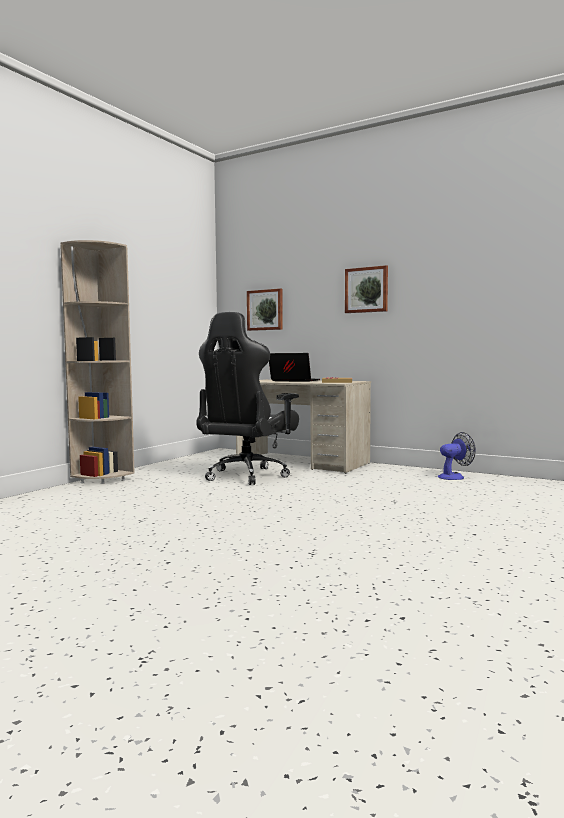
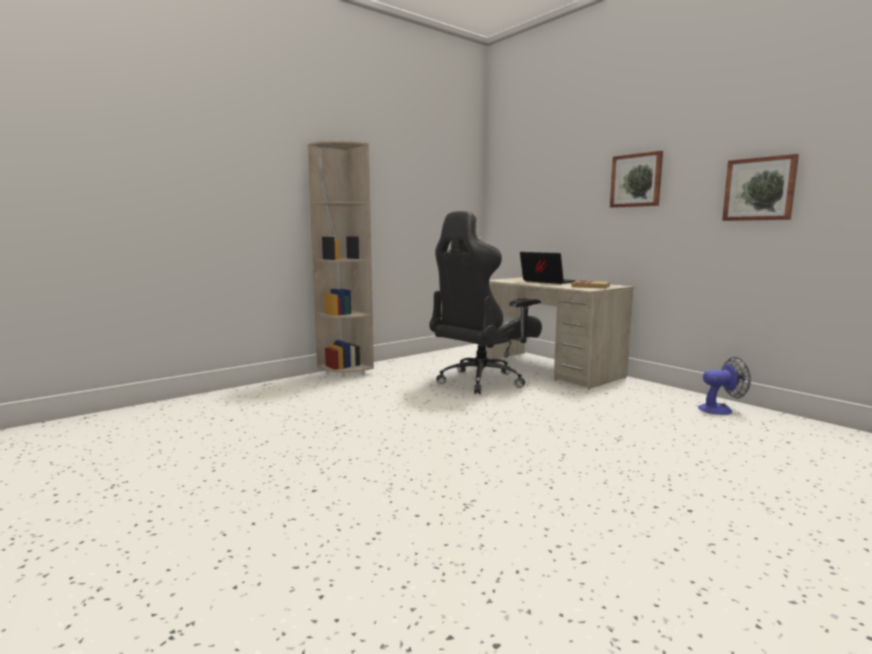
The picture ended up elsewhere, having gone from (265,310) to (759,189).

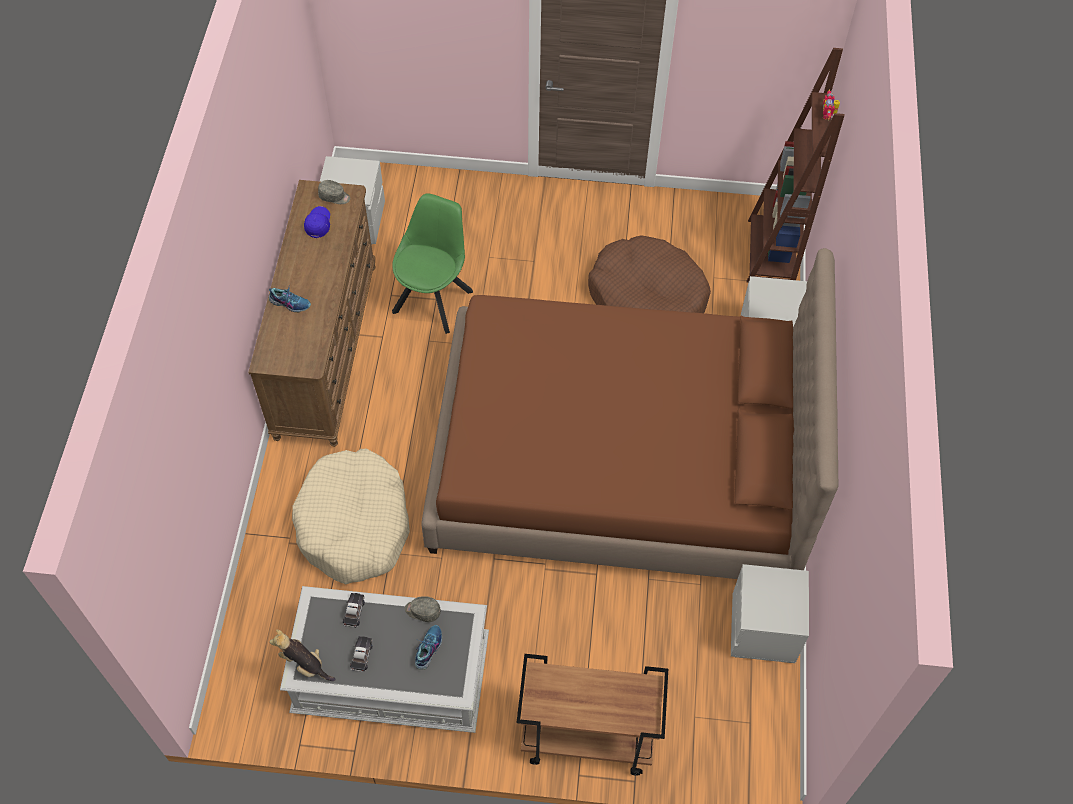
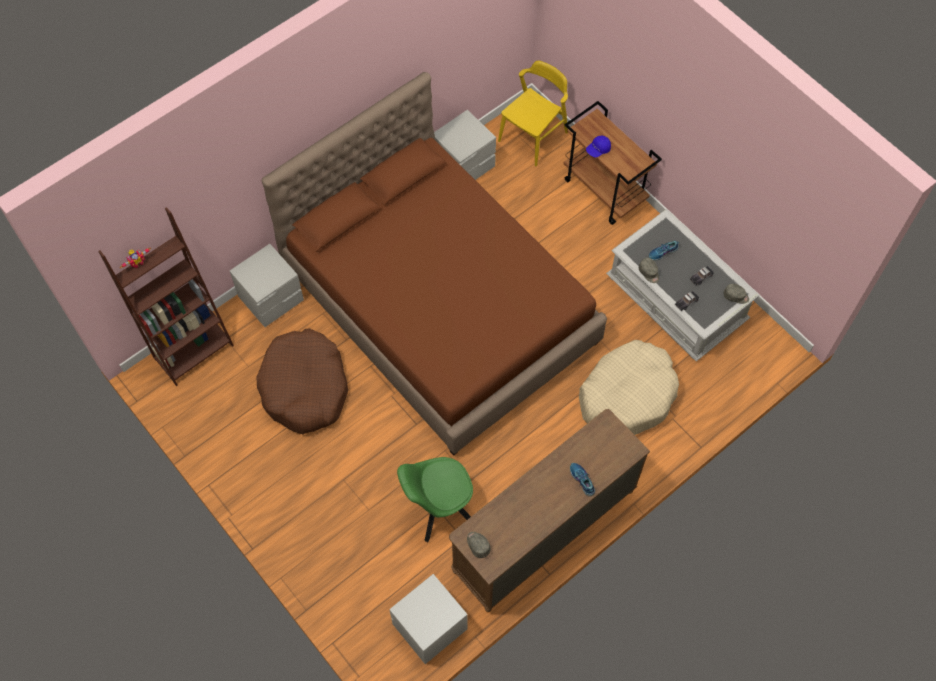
The blue cap ended up elsewhere, having gone from (318,225) to (598,149). Where the plush toy stood at (304,664), the grey cap came to stand at (736,296). The second view gained the yellow chair at (533,137).

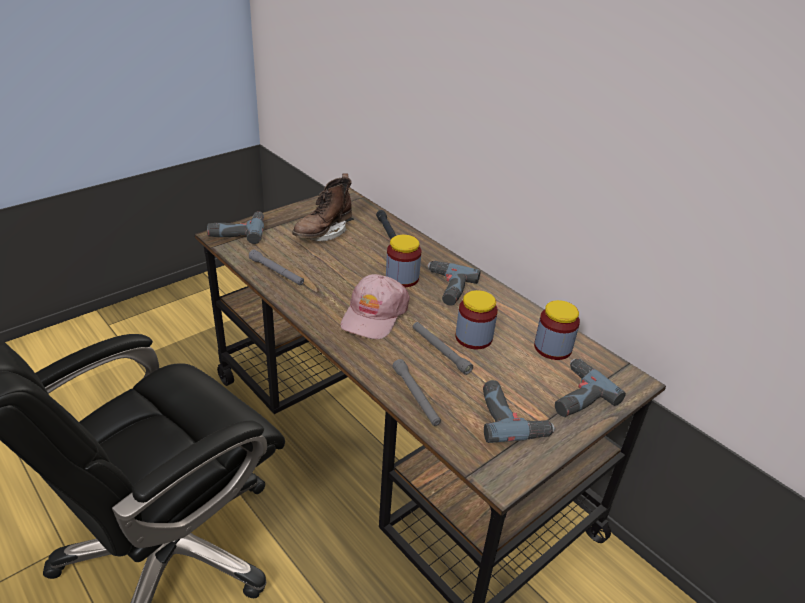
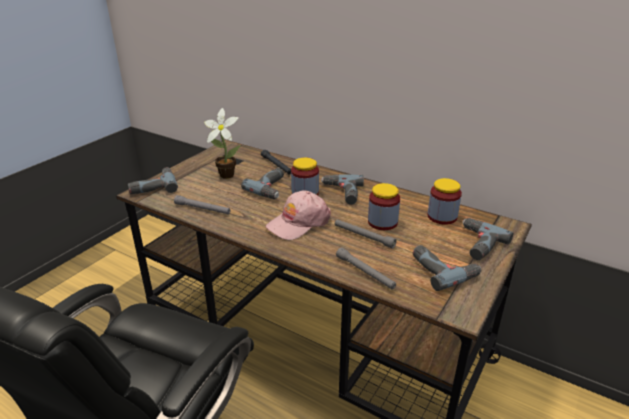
Where the brown boot stood at (323,233), the potted plant came to stand at (225,174). The pink cap at (374,314) ended up facing another way, 45 degrees clockwise from before. The second view gained the power drill at (272,188).

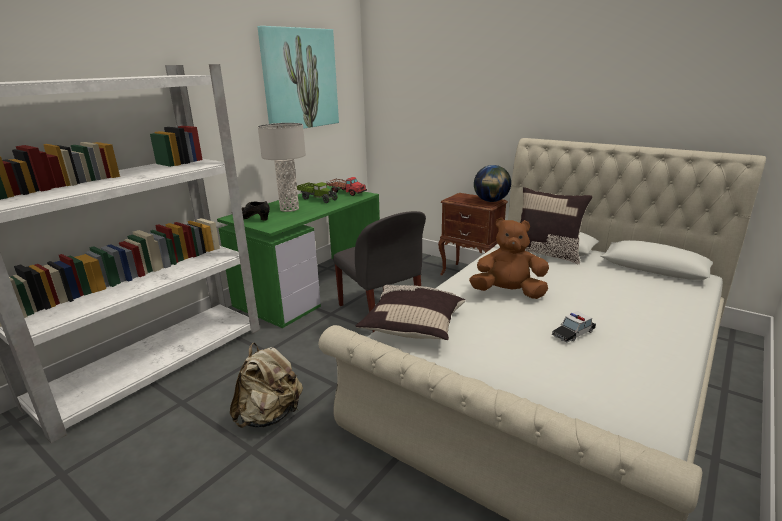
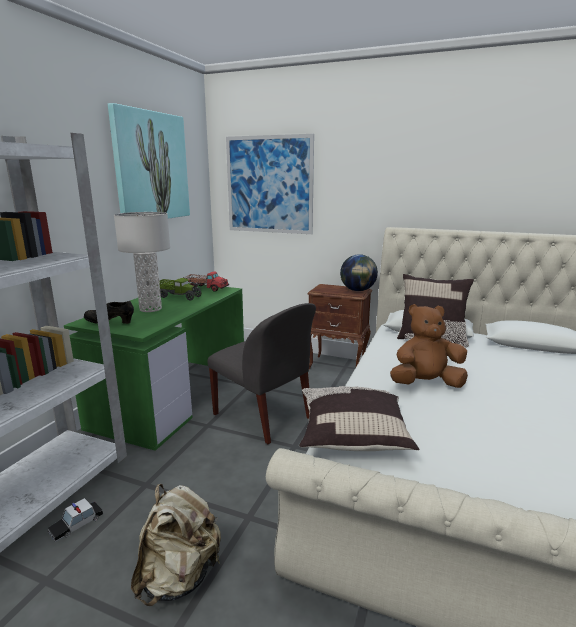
The toy car ended up elsewhere, having gone from (573,333) to (76,525). The second view gained the picture at (269,185).

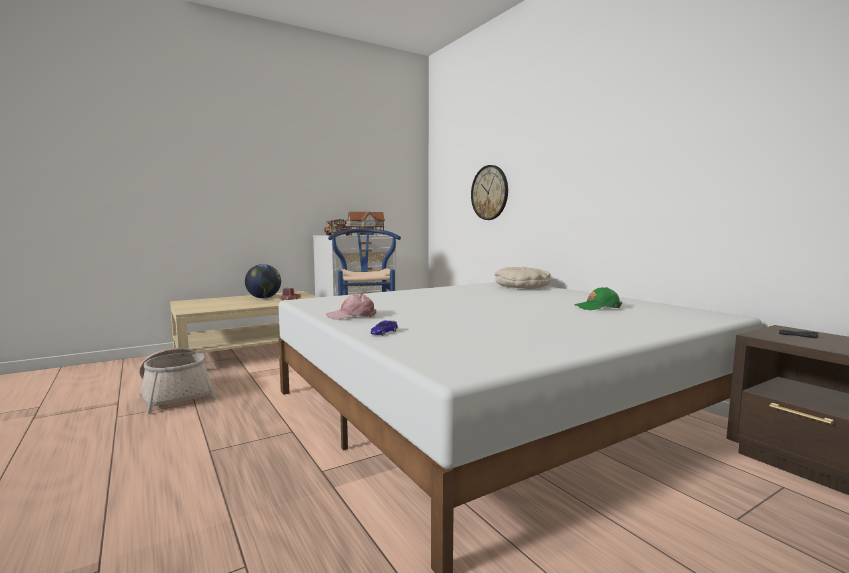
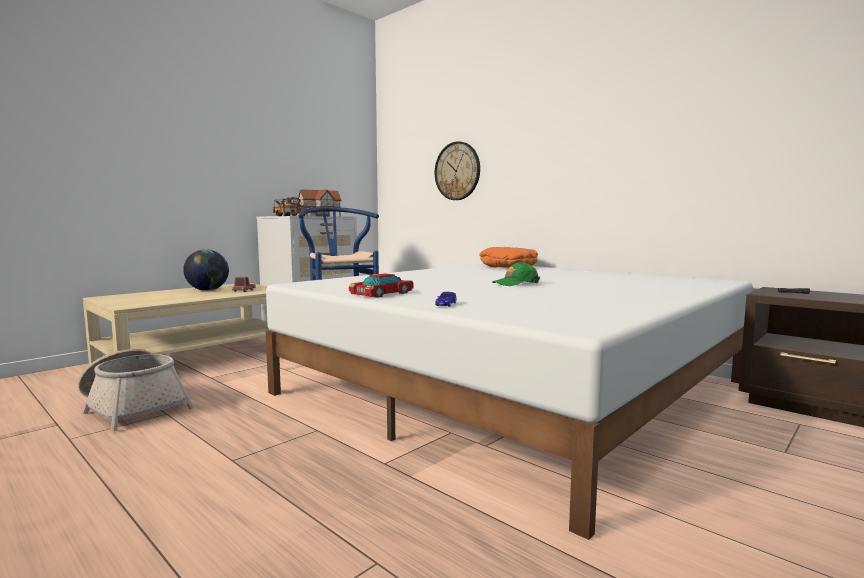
What was the beige pillow at (523,287) turned into the orange pillow at (509,267). The green cap ended up elsewhere, having gone from (597,307) to (516,283). Where the pink cap stood at (352,316), the toy car came to stand at (382,293).

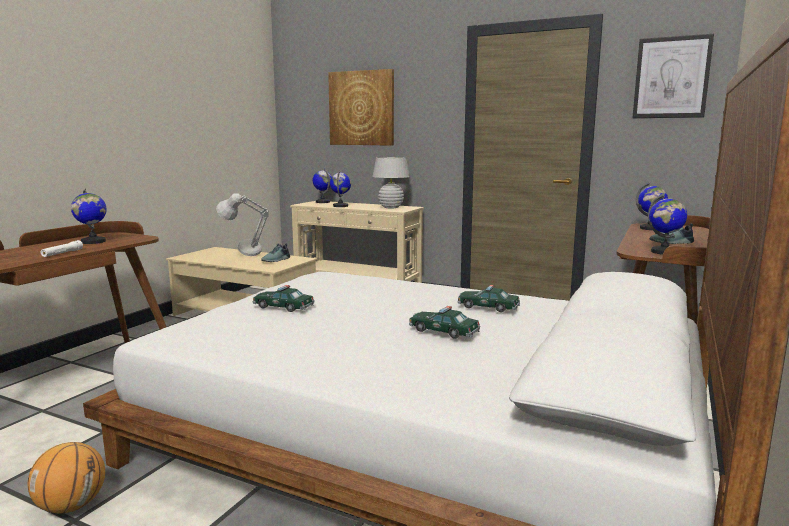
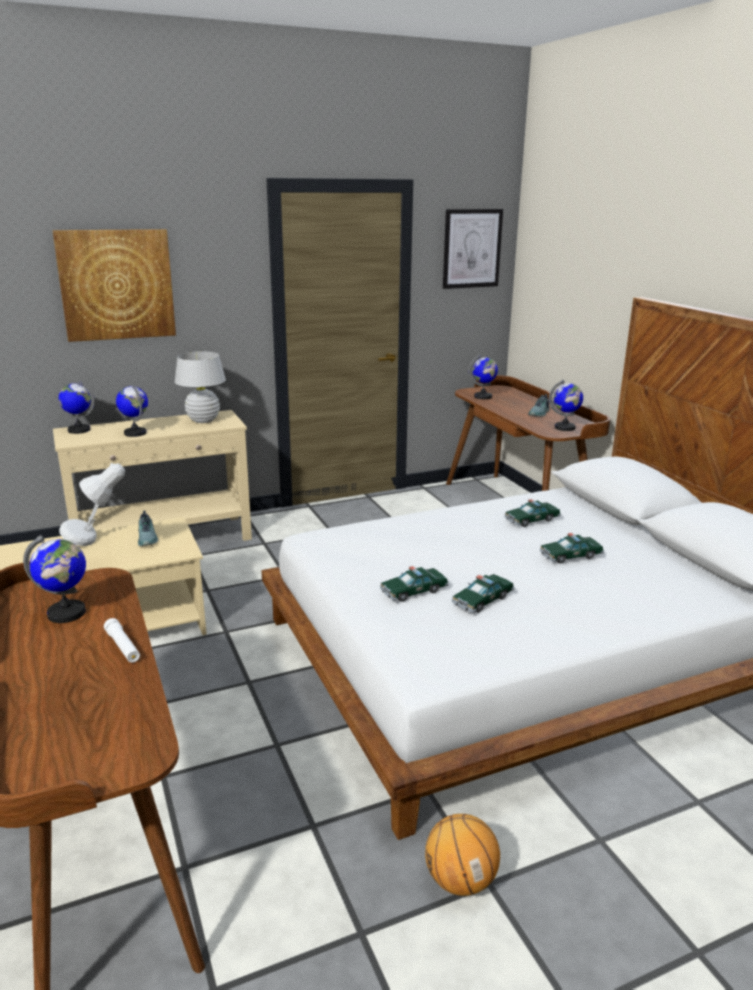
The second view gained the toy car at (482,600).

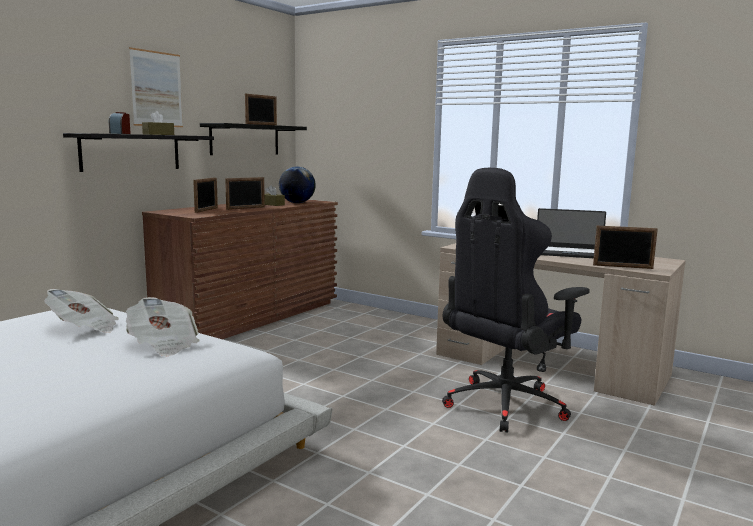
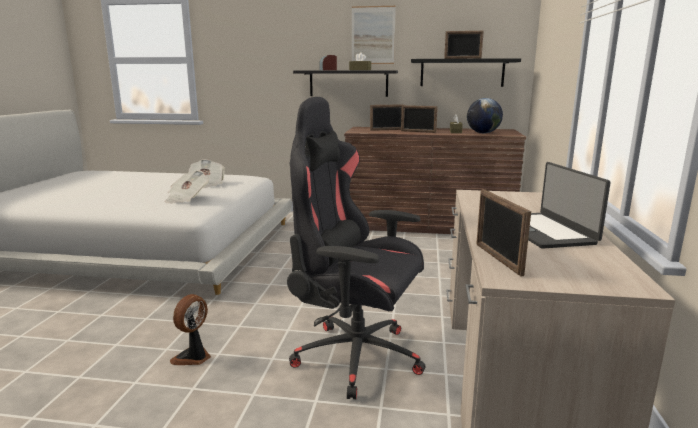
The second view gained the fan at (193,357).

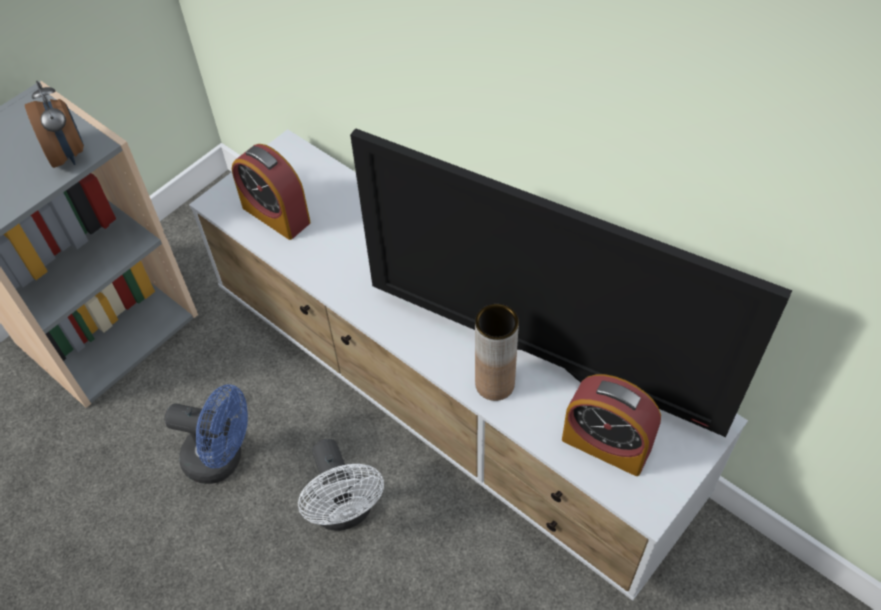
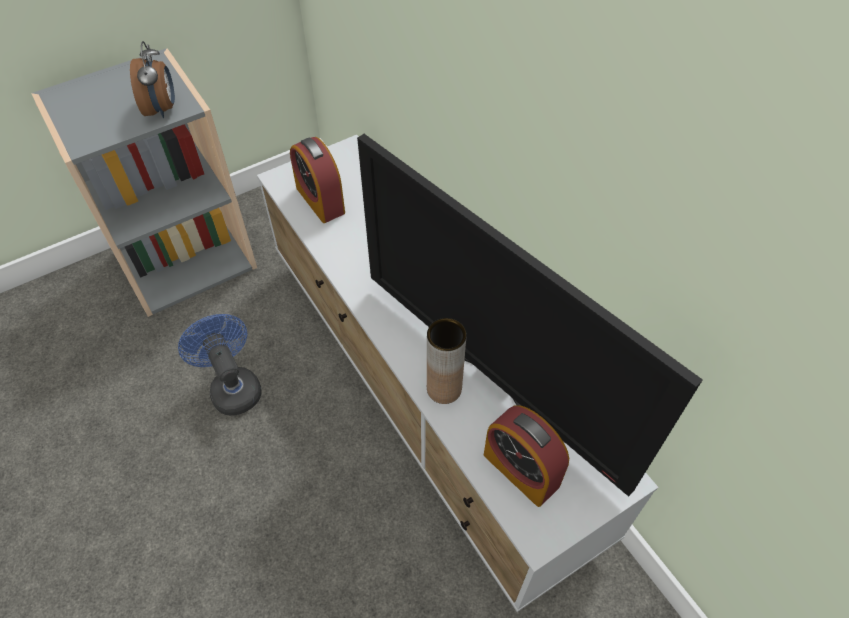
The blue fan at (222,459) ended up facing another way, 150 degrees counterclockwise from before. The second view lost the white fan at (345,512).

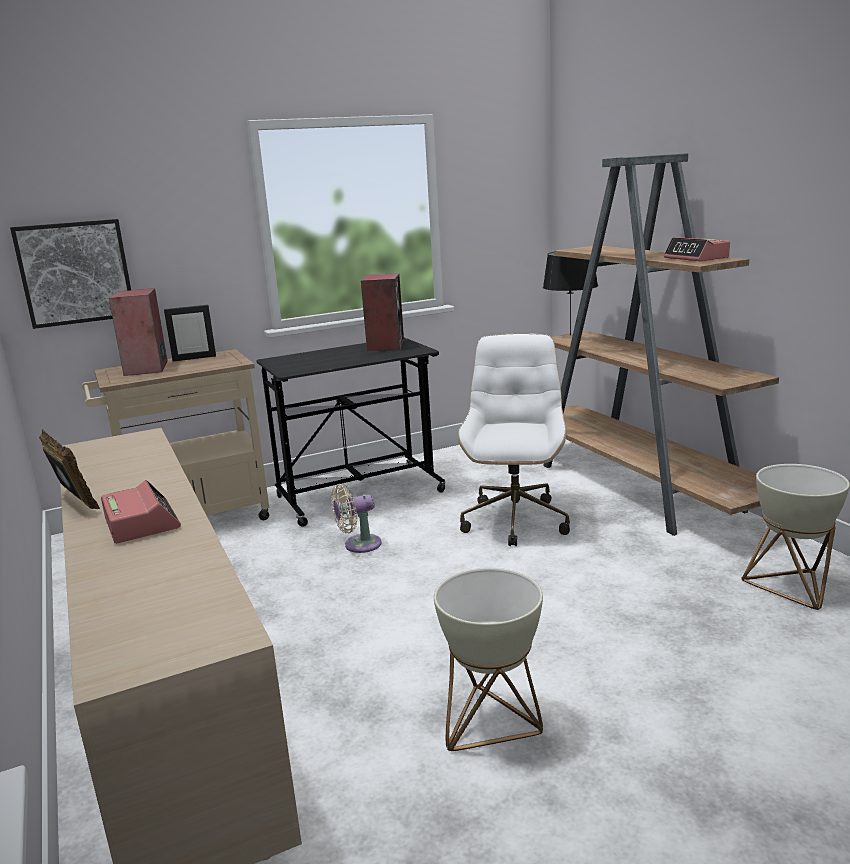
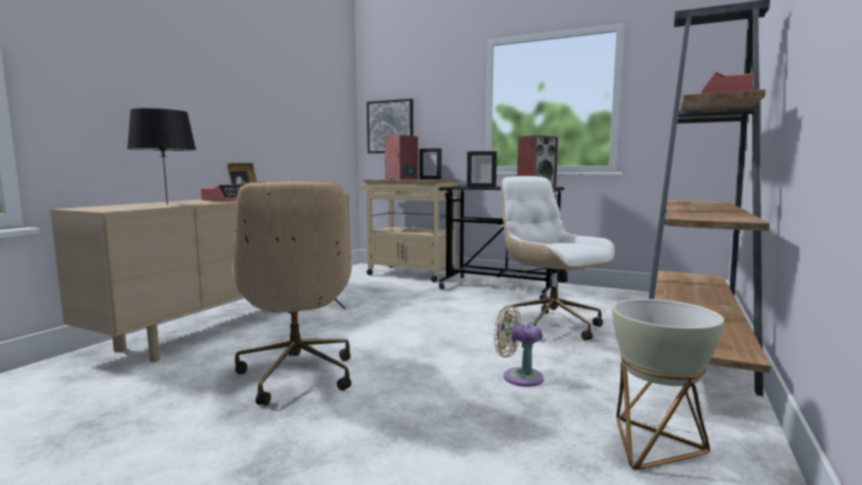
The black table lamp ended up elsewhere, having gone from (570,335) to (167,204). The white office chair at (516,519) ended up facing another way, 90 degrees counterclockwise from before. The beige fan ended up elsewhere, having gone from (358,545) to (518,377). Where the planter stood at (492,723), the brown office chair came to stand at (296,378). The second view gained the picture frame at (481,187).

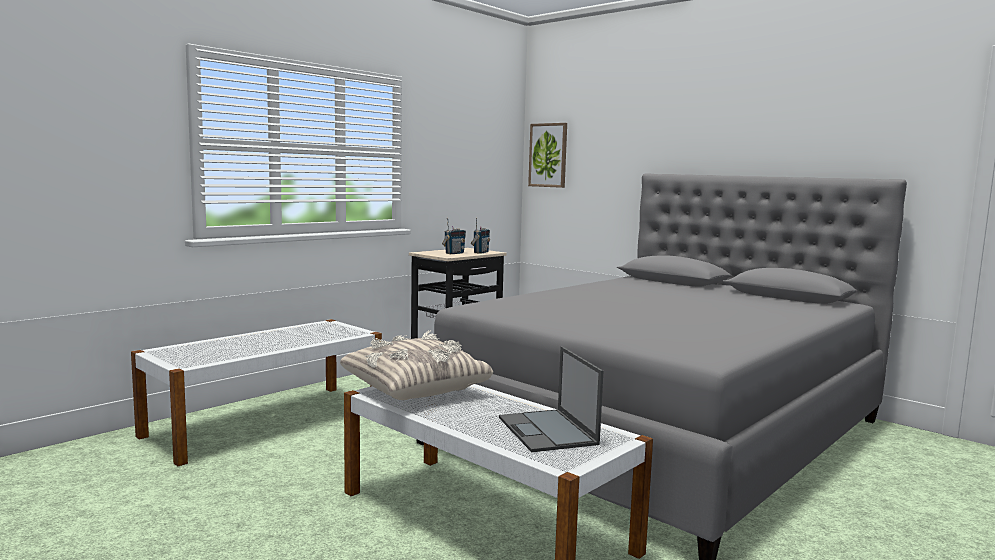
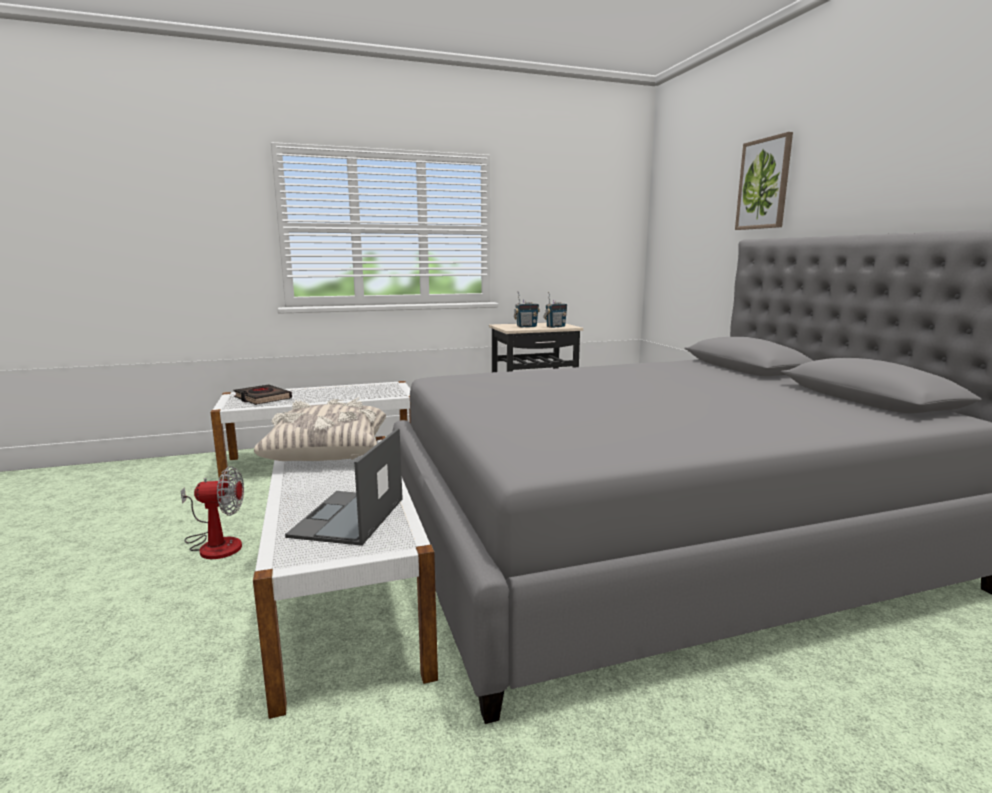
The picture ended up elsewhere, having gone from (548,155) to (764,184). The second view gained the black book at (262,398). The second view gained the fan at (215,544).

